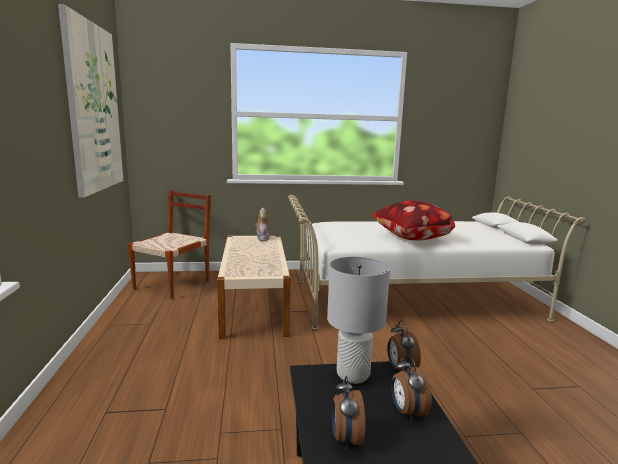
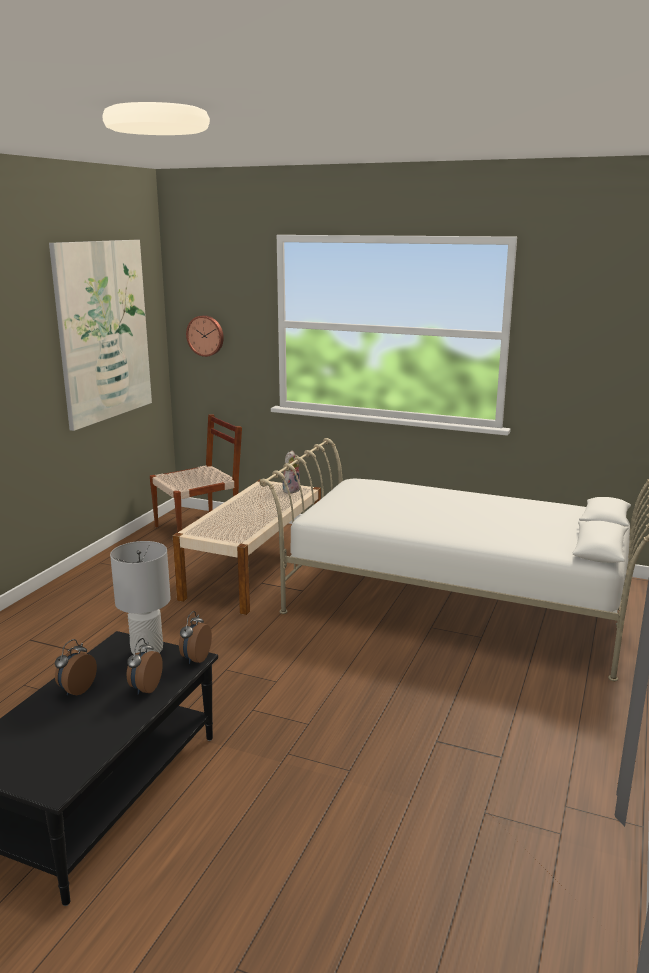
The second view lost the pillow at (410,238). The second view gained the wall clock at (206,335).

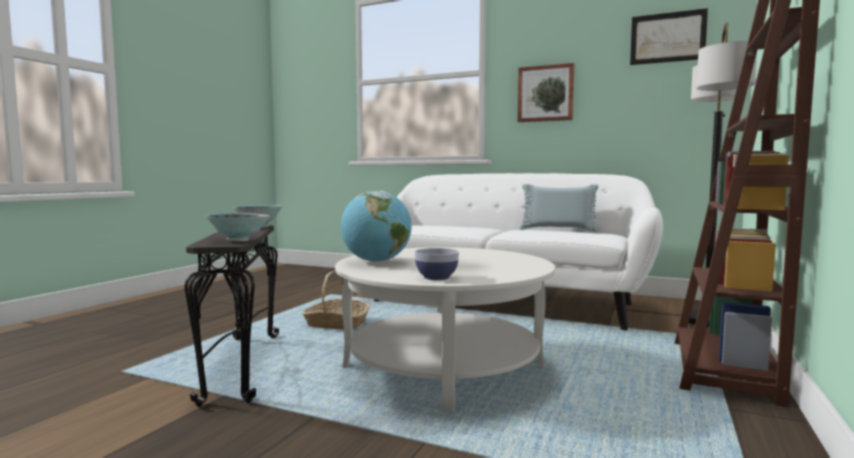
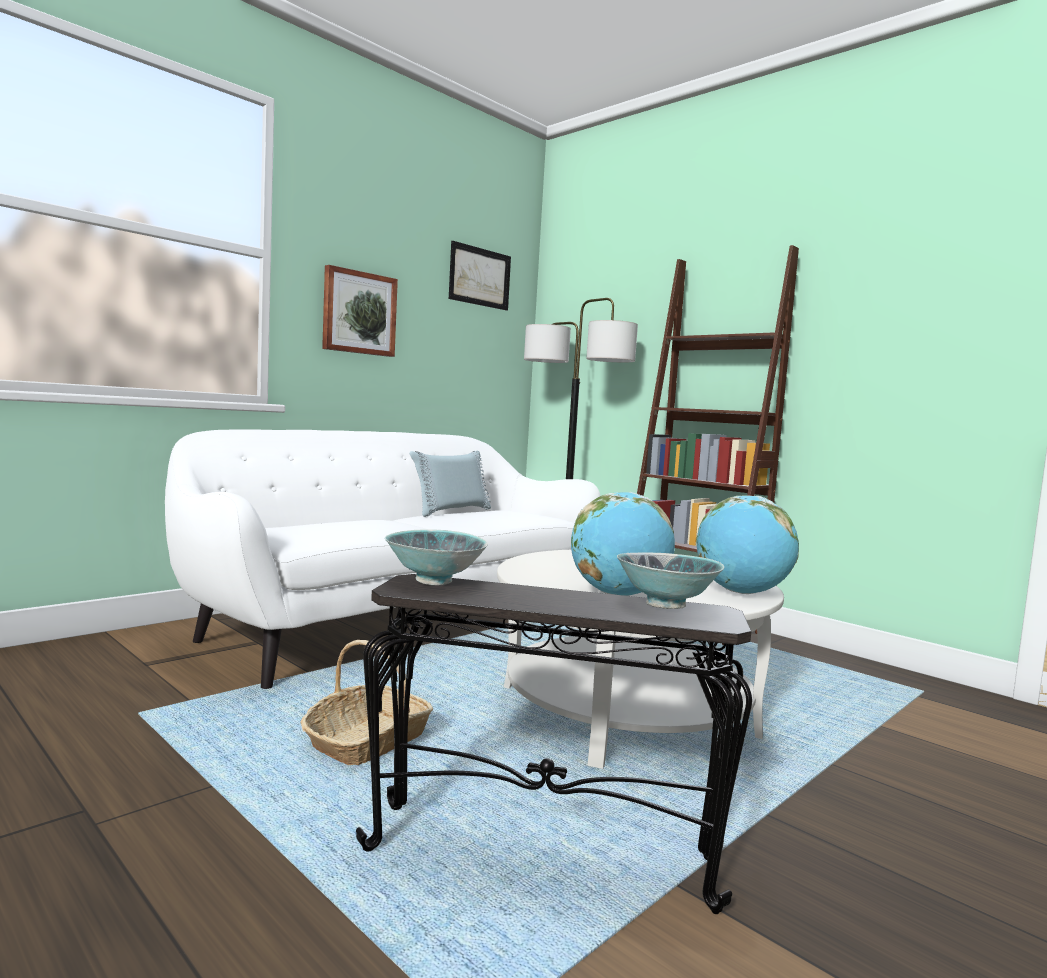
Where the bowl stood at (436,277), the globe came to stand at (742,593).

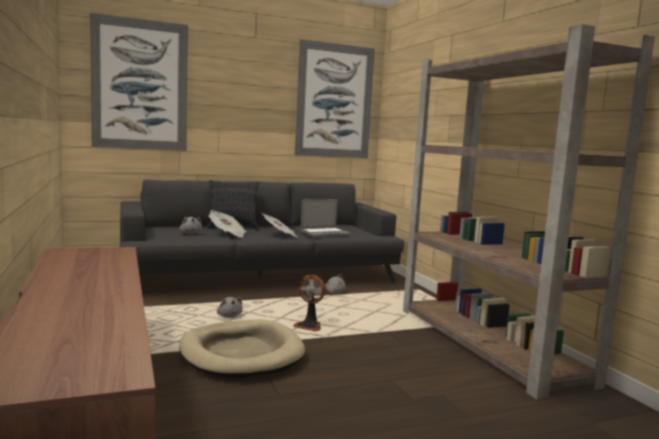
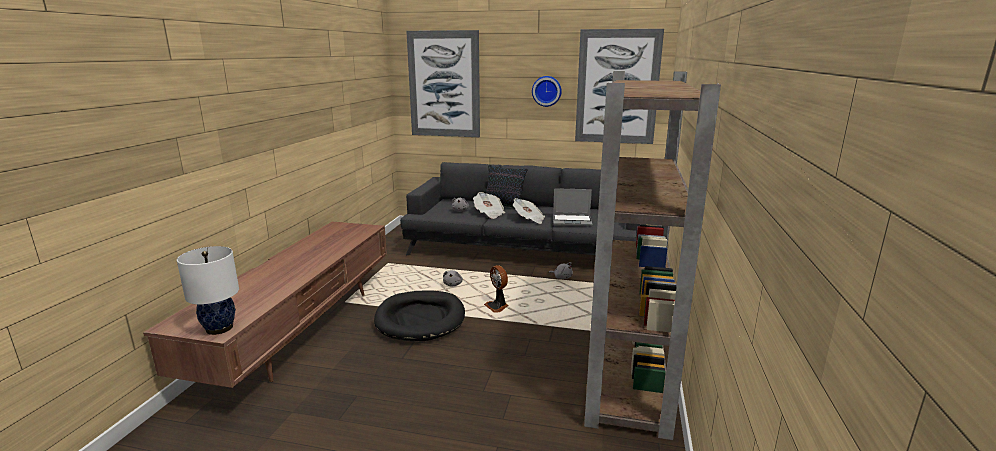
What was the beige dog bed at (241,353) turned into the black dog bed at (420,319). The second view gained the wall clock at (546,91). The second view gained the white table lamp at (219,328).

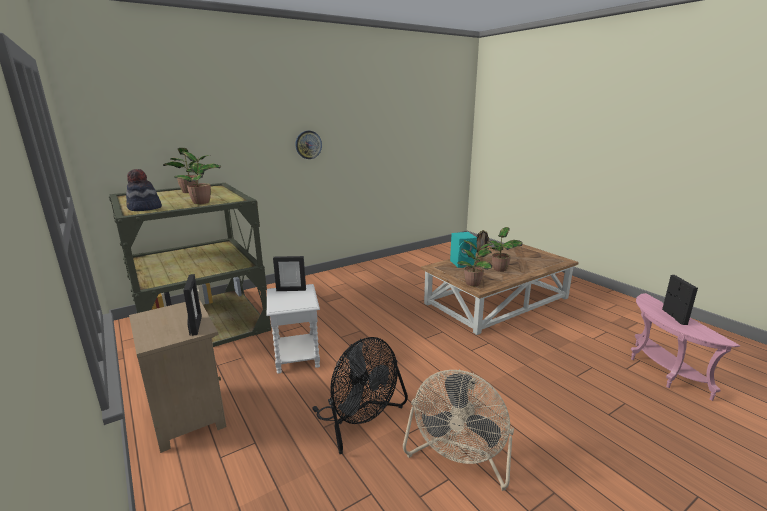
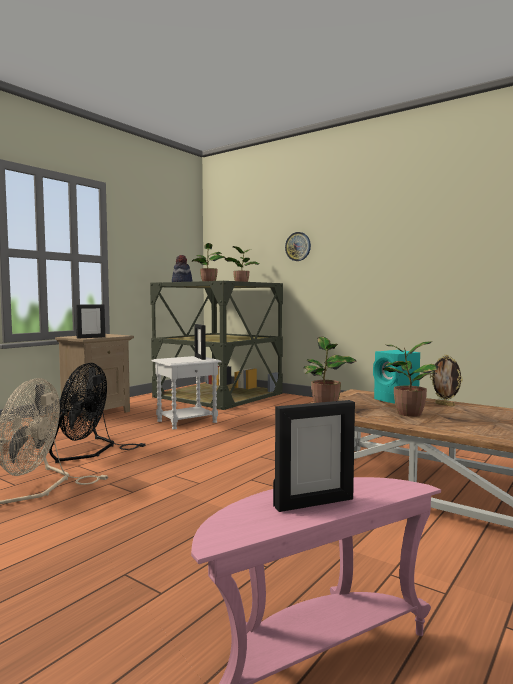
The wall clock ended up elsewhere, having gone from (308,144) to (298,246). The black fan at (358,421) ended up facing another way, 75 degrees clockwise from before.

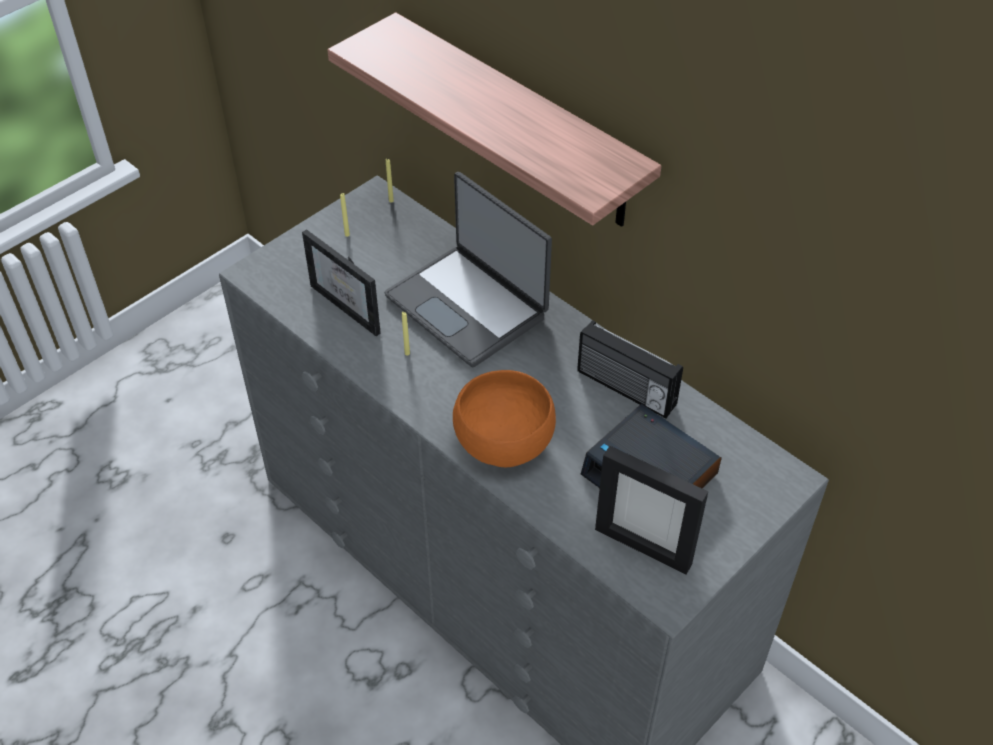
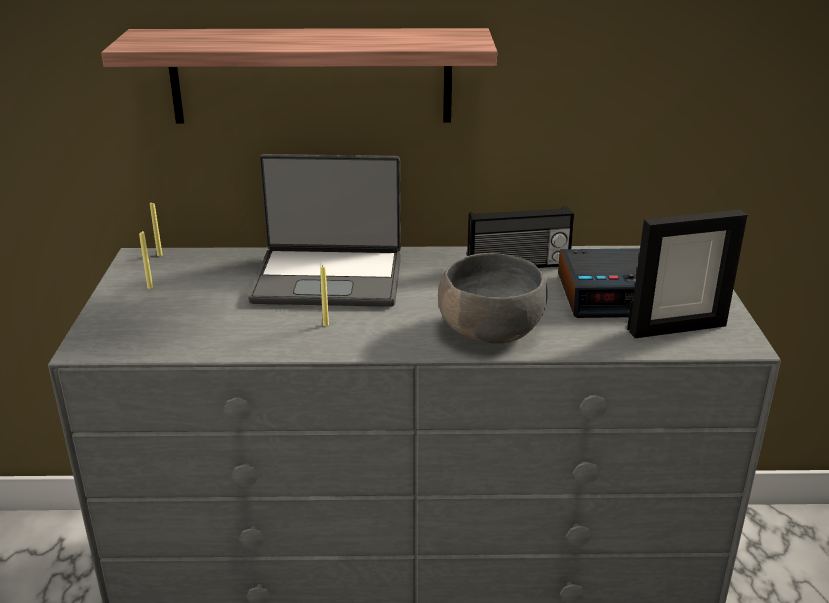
The second view lost the picture frame at (354,305). What was the orange bowl at (503,442) turned into the grey bowl at (490,331).

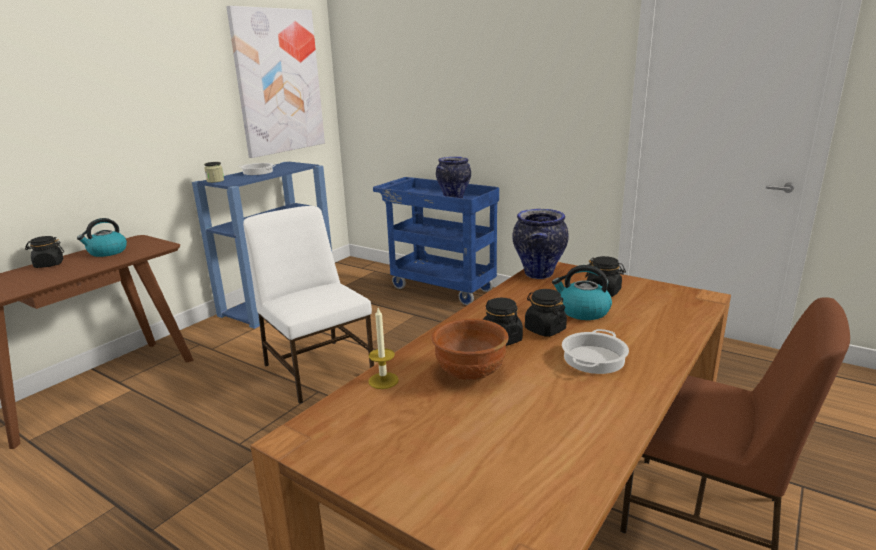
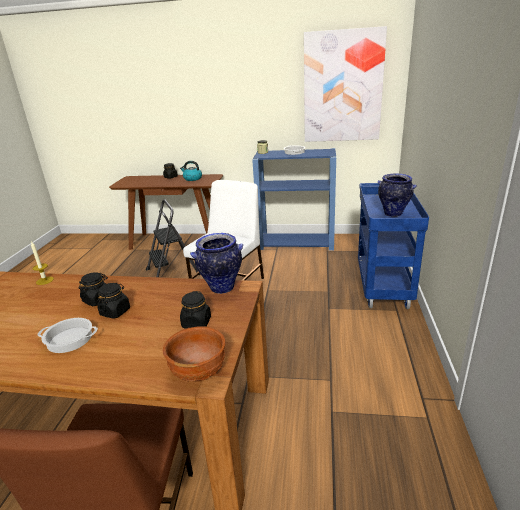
The second view lost the kettle at (582,311). The brown bowl ended up elsewhere, having gone from (470,373) to (199,372). The second view gained the black step ladder at (175,271).

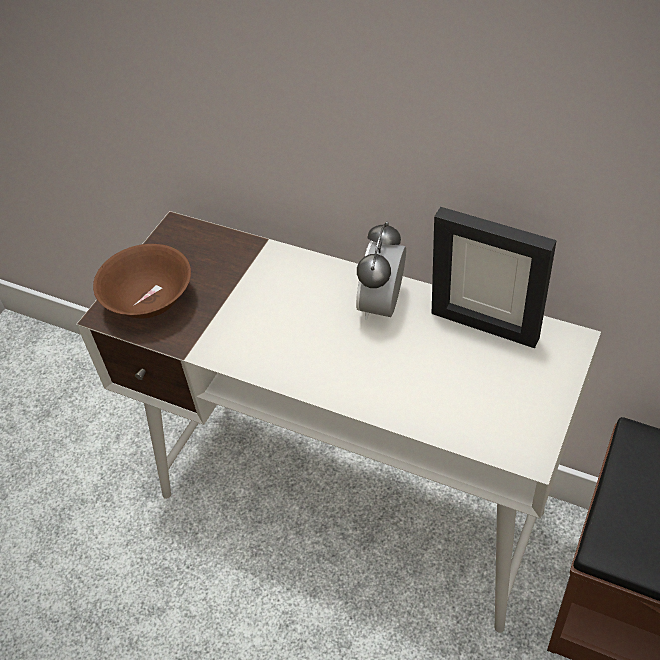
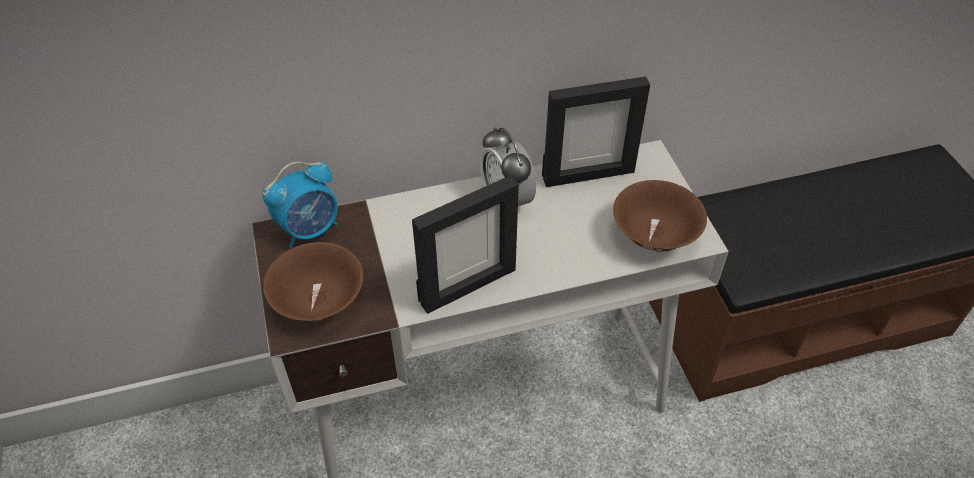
The second view gained the alarm clock at (310,229). The second view gained the picture frame at (467,285). The second view gained the brown bowl at (655,235).

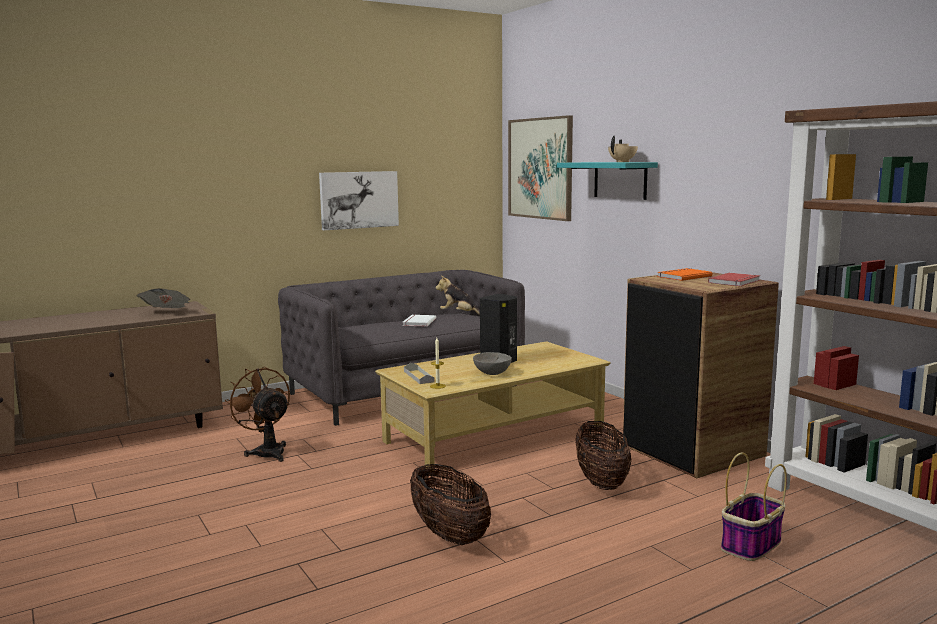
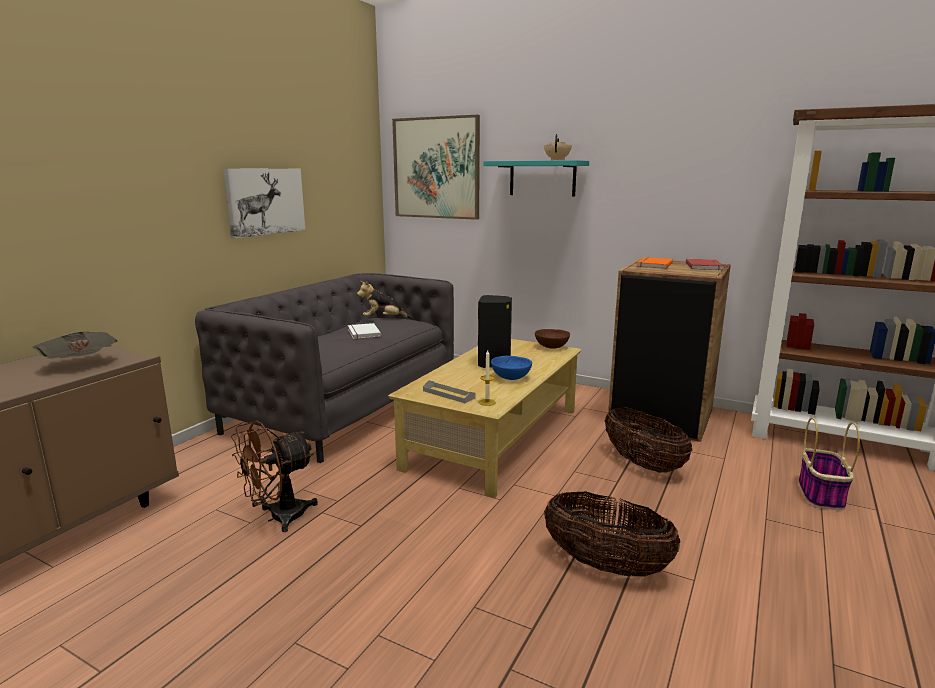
What was the grey bowl at (492,373) turned into the blue bowl at (510,378). The brown fan at (266,451) ended up facing another way, 60 degrees counterclockwise from before. The second view gained the brown bowl at (551,347).

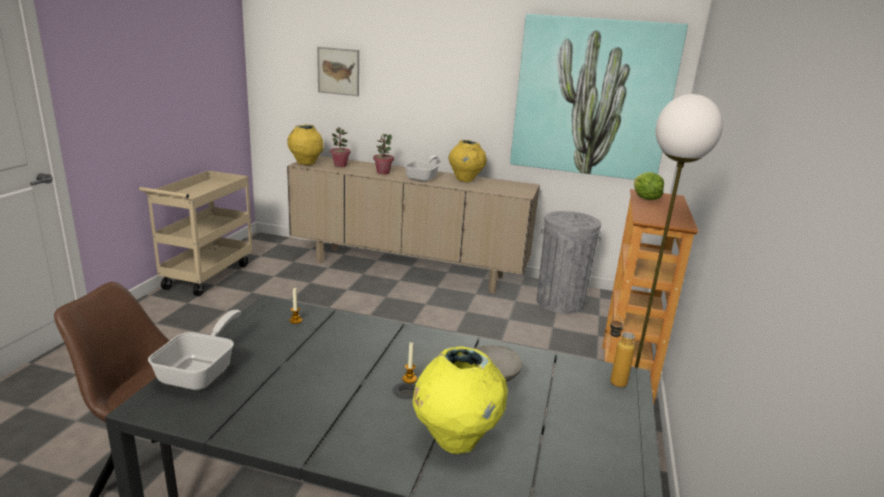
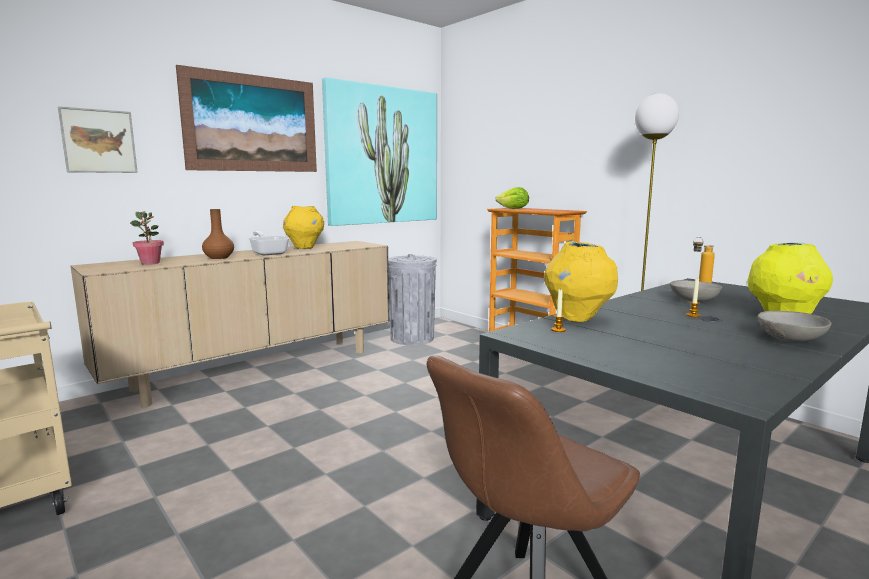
The yellow vase ended up elsewhere, having gone from (306,163) to (577,318). Where the potted plant stood at (383,172), the brown vase came to stand at (218,258). The second view lost the frying pan at (202,371). The second view gained the picture at (252,123). The second view gained the grey bowl at (791,340).

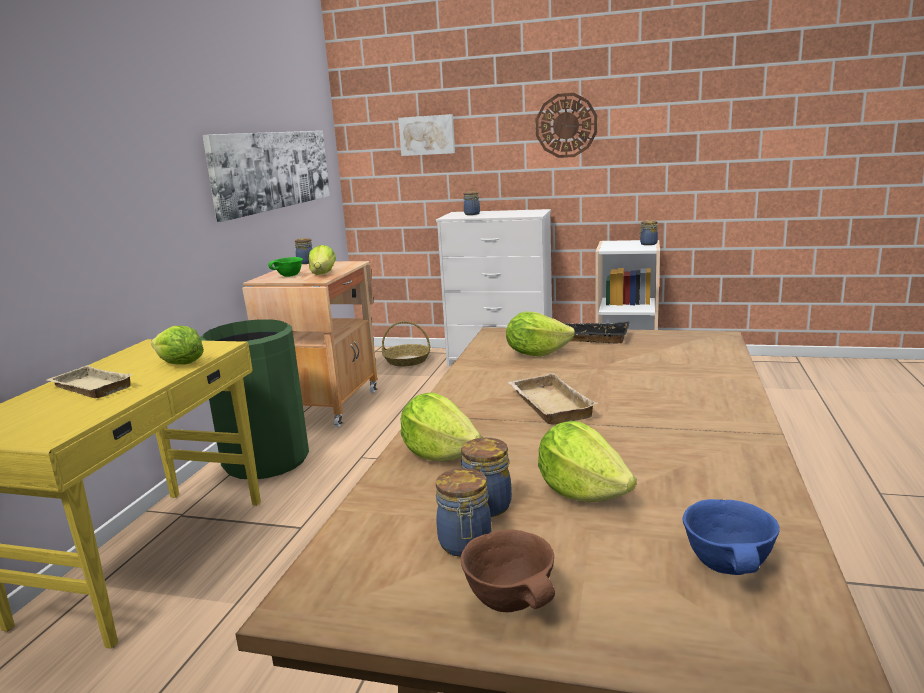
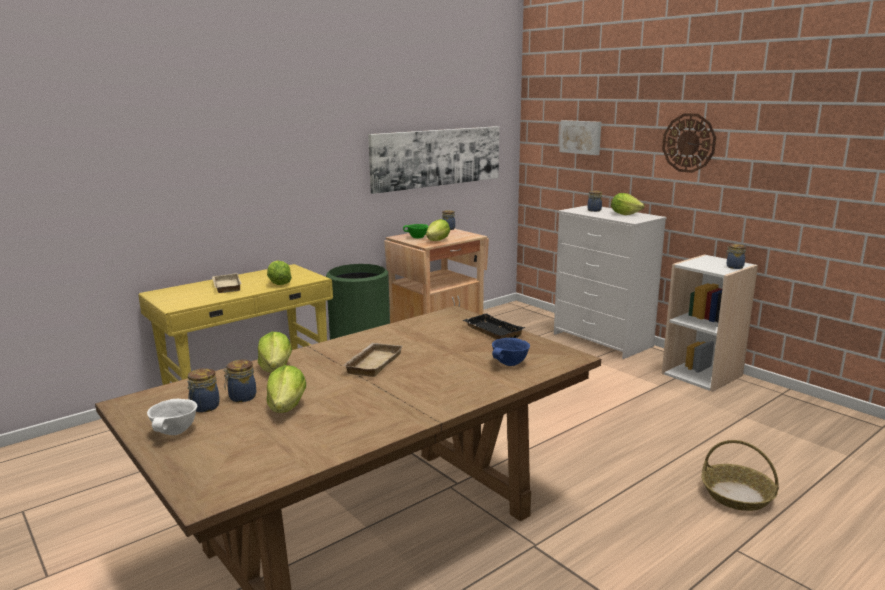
The lettuce ended up elsewhere, having gone from (536,353) to (625,214). The basket ended up elsewhere, having gone from (407,360) to (737,495). The blue bowl ended up elsewhere, having gone from (730,567) to (510,364). What was the brown bowl at (512,602) turned into the white bowl at (175,432).

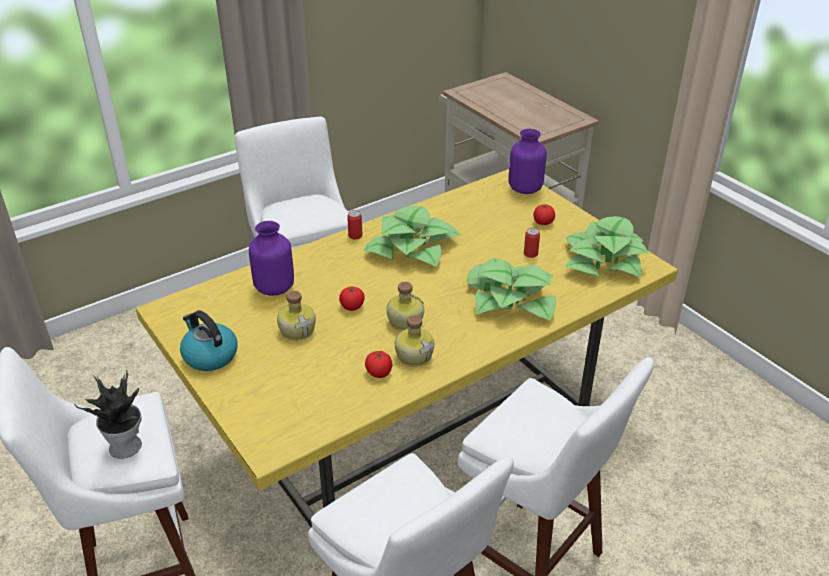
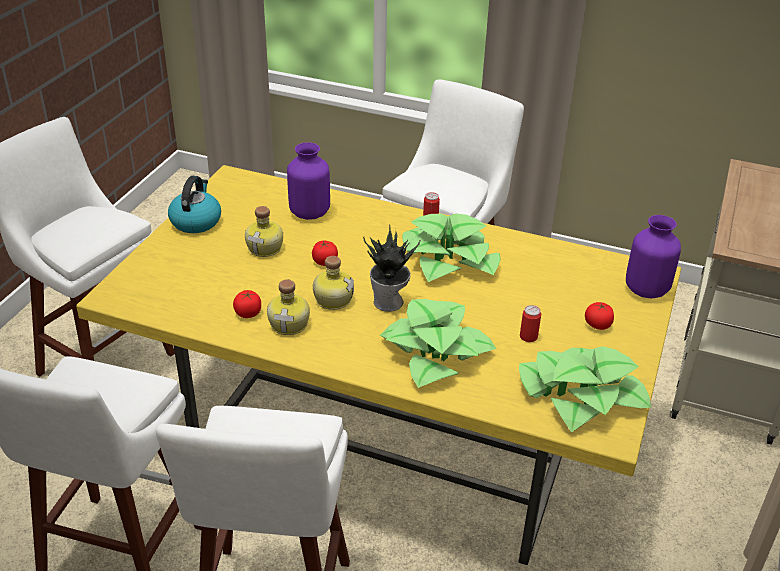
The potted plant ended up elsewhere, having gone from (127,446) to (389,303).

